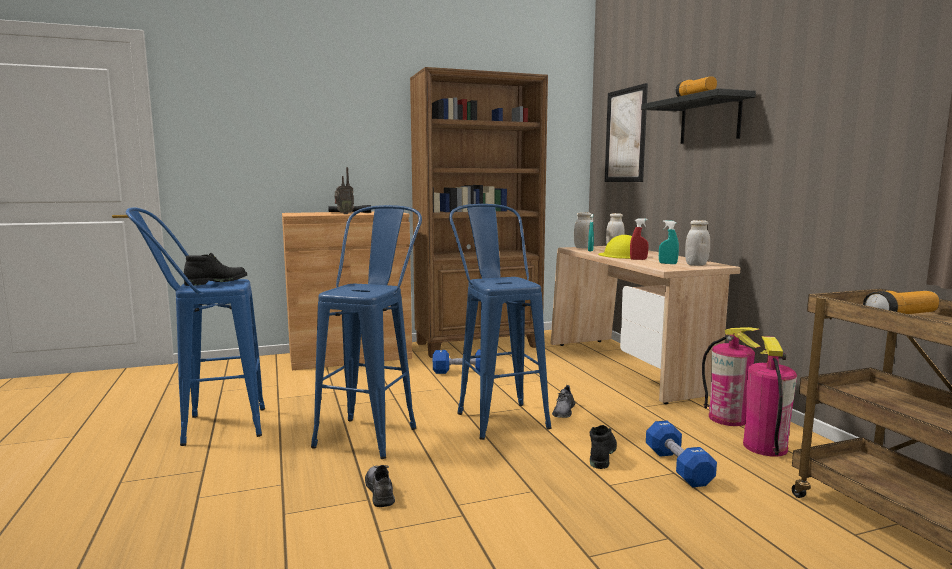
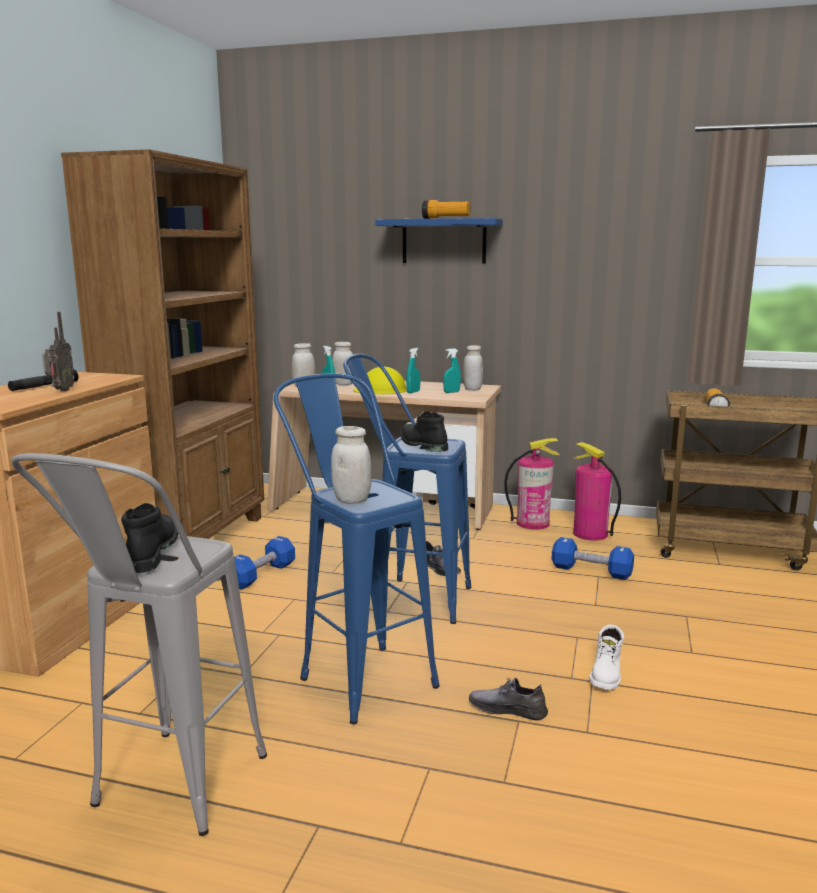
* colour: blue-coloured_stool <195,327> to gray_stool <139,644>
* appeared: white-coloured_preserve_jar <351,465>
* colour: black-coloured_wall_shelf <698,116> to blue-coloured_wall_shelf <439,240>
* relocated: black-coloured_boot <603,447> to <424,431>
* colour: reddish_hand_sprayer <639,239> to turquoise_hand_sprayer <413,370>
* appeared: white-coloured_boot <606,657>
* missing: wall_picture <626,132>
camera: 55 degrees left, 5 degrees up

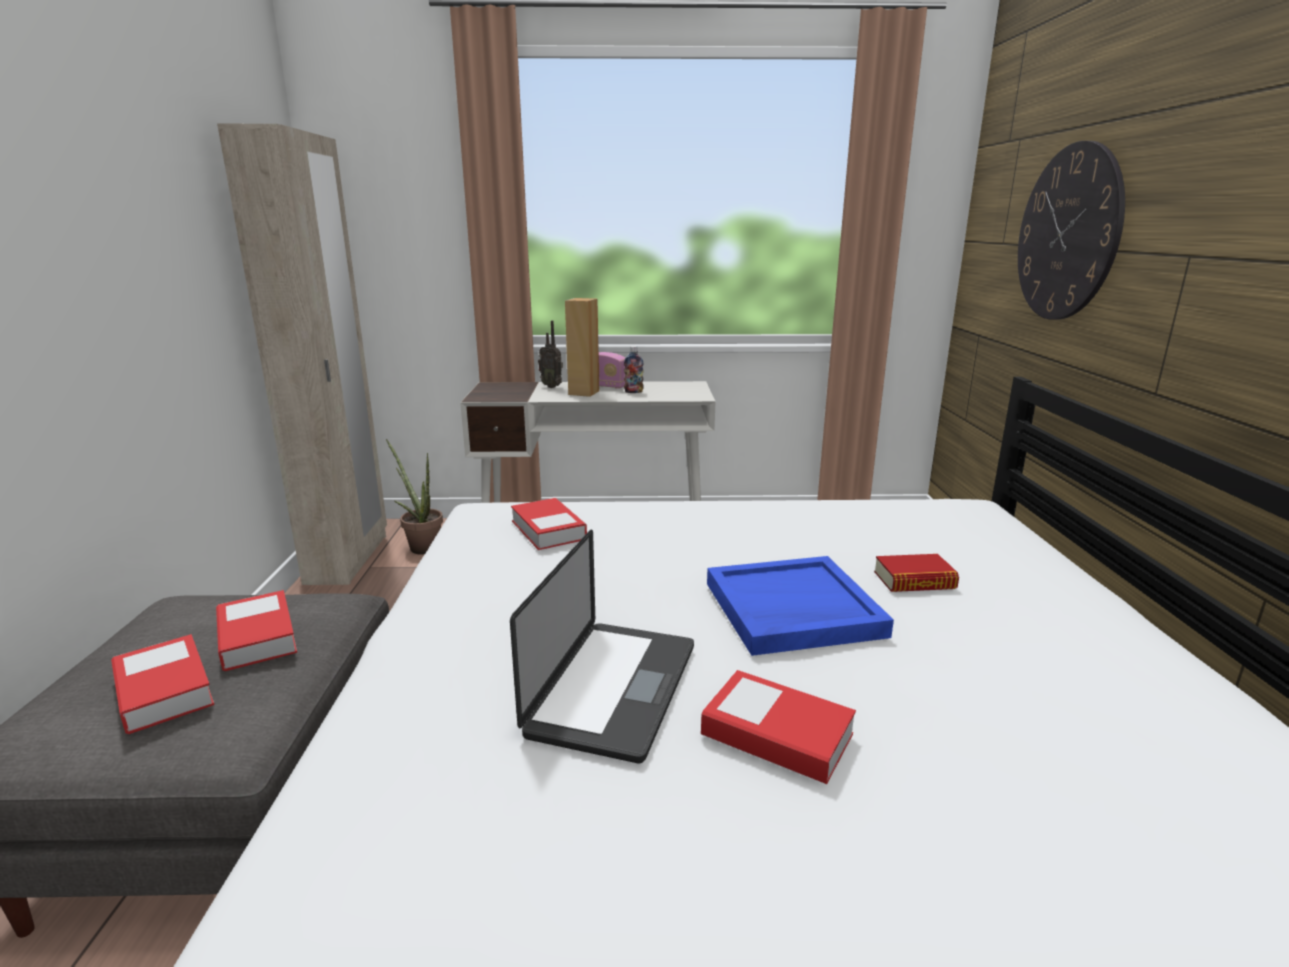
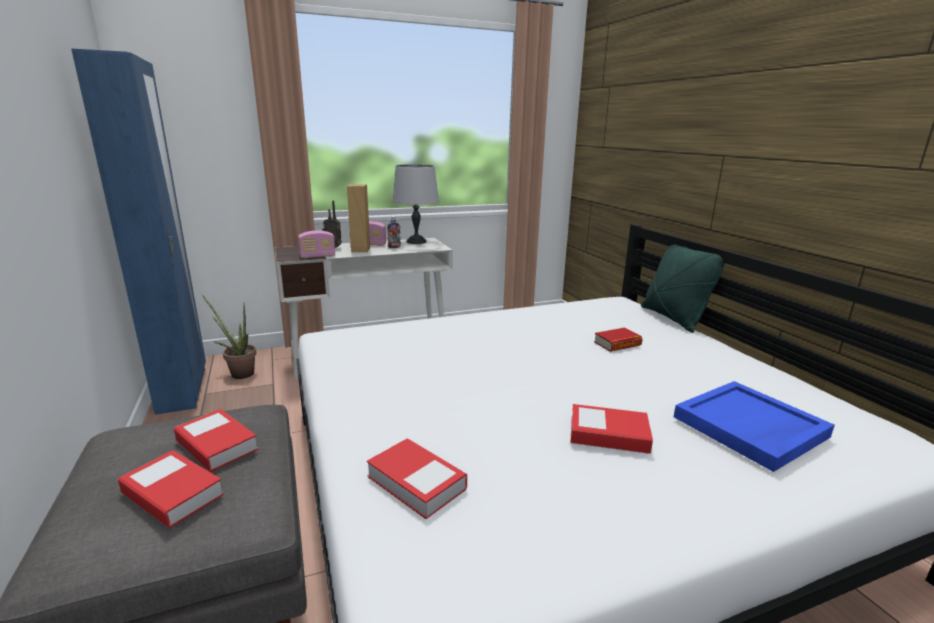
* colour: beige_armoire <302,354> to blue-coloured_armoire <138,232>
* appeared: radio_receiver <316,244>
* relocated: bound_book <549,524> to <417,478>
* appeared: gray_lamp_for_a_table <415,204>
* appeared: greenish_cushion <683,289>
* relocated: blue-coloured_tray <800,606> to <754,426>
* missing: portable_computer <602,646>
* missing: hanging_clock <1071,230>
camera: 20 degrees left, 0 degrees up

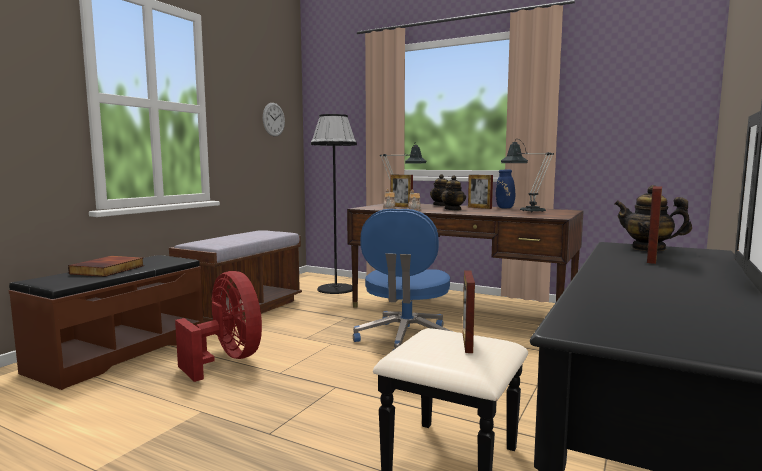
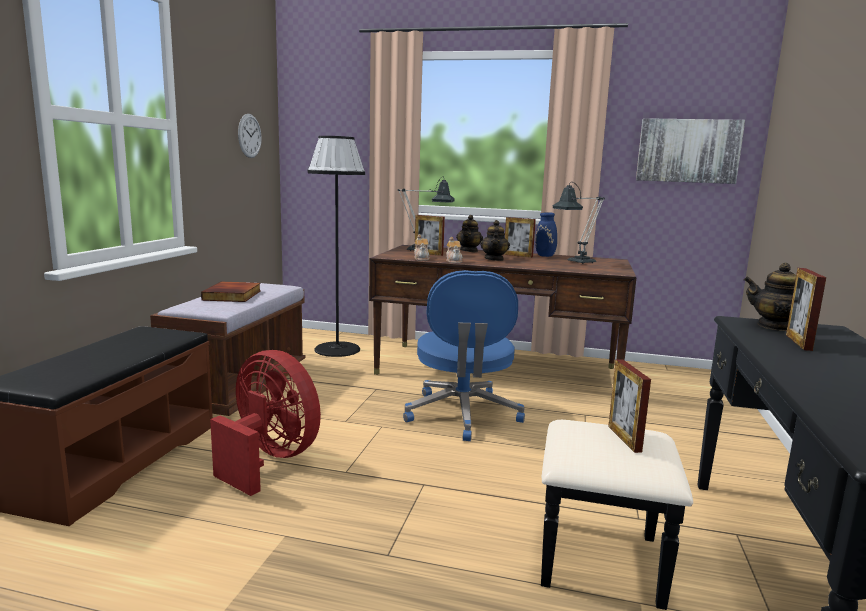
* relocated: bound_book <106,266> to <231,292>
* appeared: wall_picture <690,151>
camera: 15 degrees left, 5 degrees up

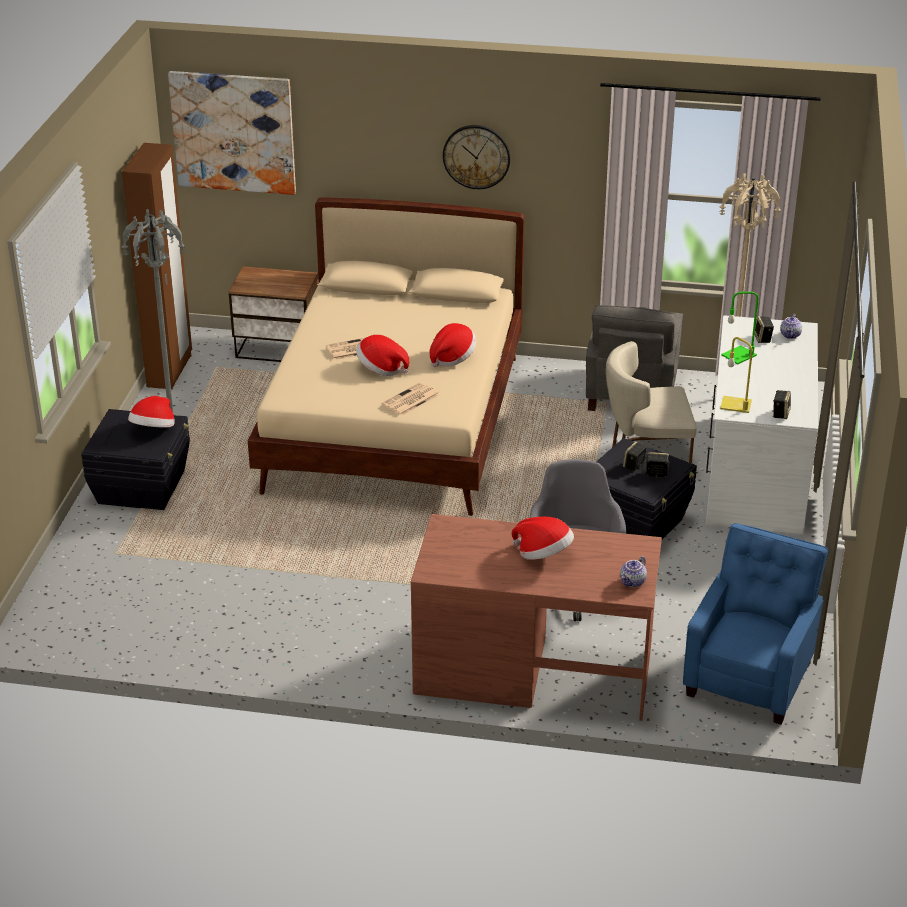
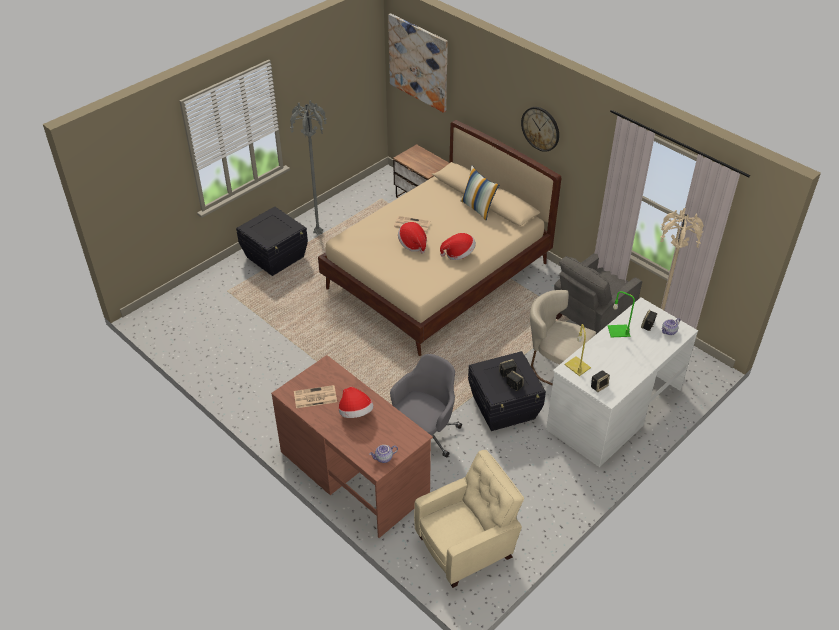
* relocated: printed_paper <411,399> to <315,396>
* colour: blue-coloured_armchair <756,624> to beige_armchair <469,519>
* appeared: cushion <479,193>
* missing: brown_armoire <157,266>
* missing: wearable_hat <151,411>
camera: 35 degrees right, 10 degrees up

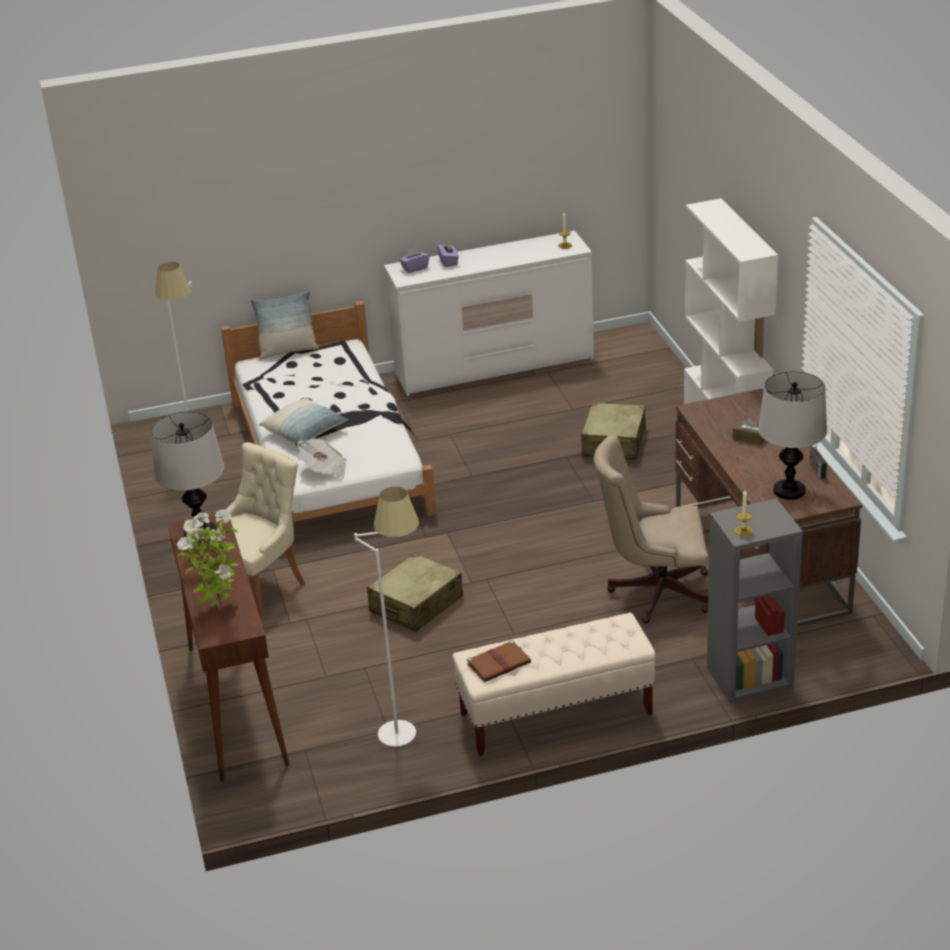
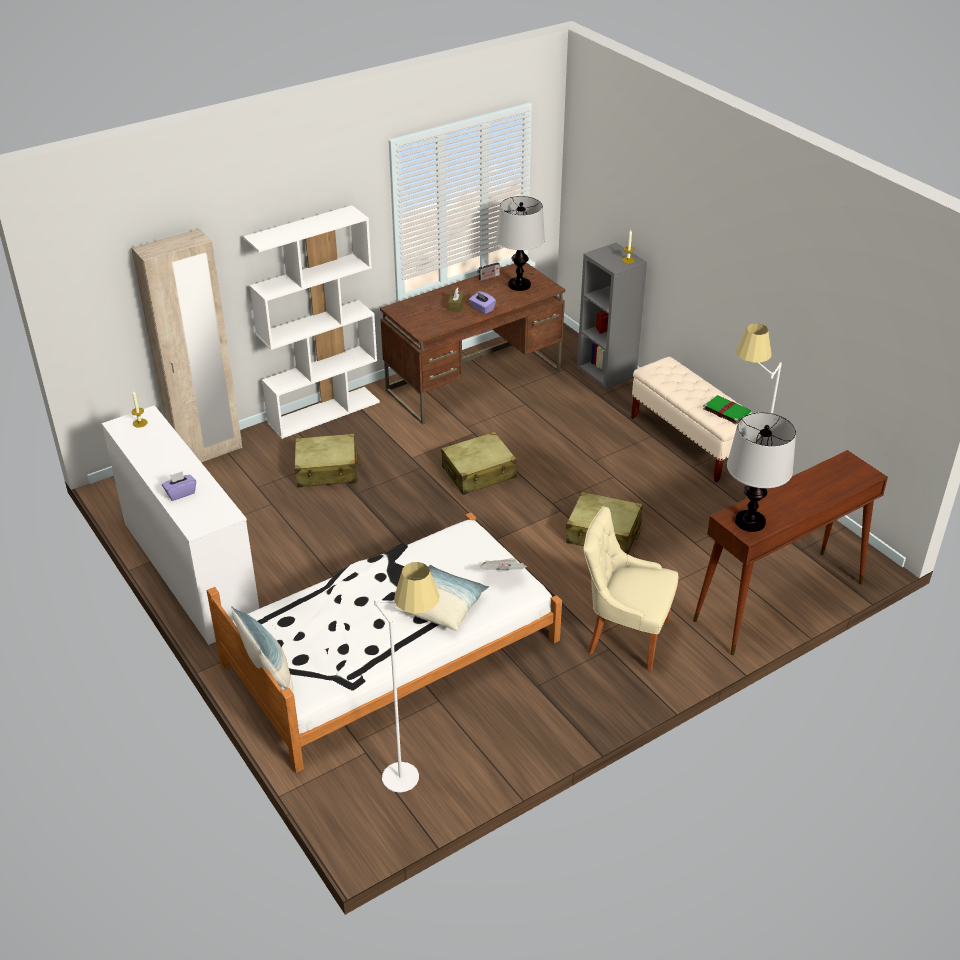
* appeared: beige_armoire <187,345>
* appeared: beige_suitcase <479,463>
* relocated: purplish_tissue_box <414,260> to <482,302>
* colour: brown_bound_book <499,661> to greenish_bound_book <727,409>
* missing: houseplant <207,559>
* missing: beige_computer_chair <651,529>
camera: 110 degrees left, 5 degrees up

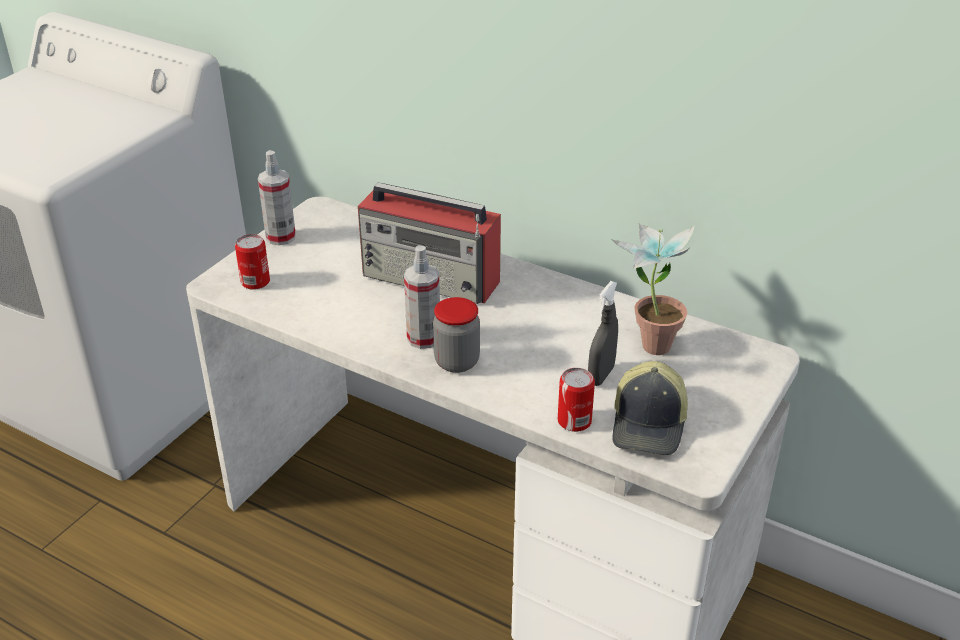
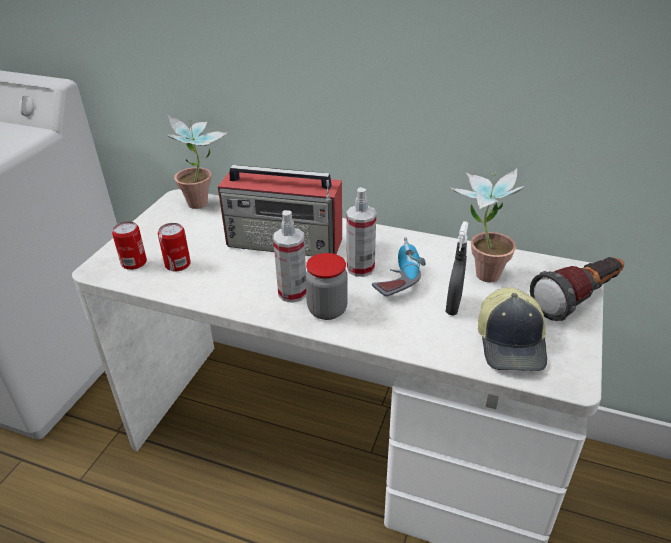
* relocated: metal_can <576,400> to <174,247>
* appeared: houseplant <196,162>
* relocated: hand_sprayer <277,197> to <361,232>
* appeared: electric_drill <399,267>
* appeared: flashlight <577,289>
camera: 10 degrees left, 0 degrees up

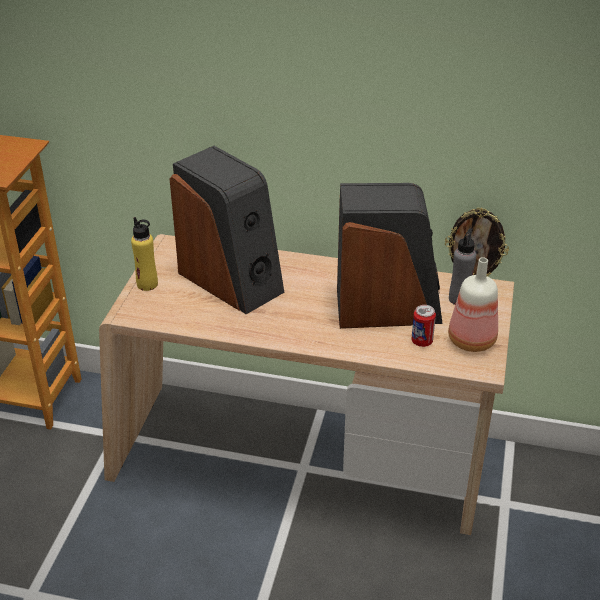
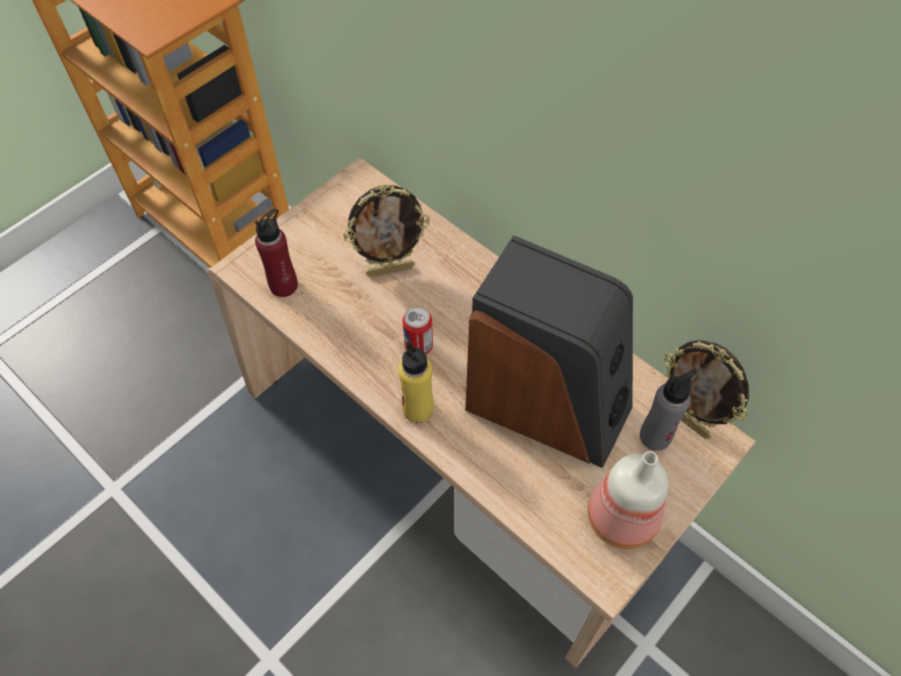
* appeared: reddish_beverage_bottle <276,252>
* exchanged: loudspeaker <227,230> to picture_frame <386,231>
* relocated: yellow_beverage_bottle <144,254> to <416,382>
* relocated: metal_can <423,326> to <417,330>
camera: 30 degrees right, 20 degrees up

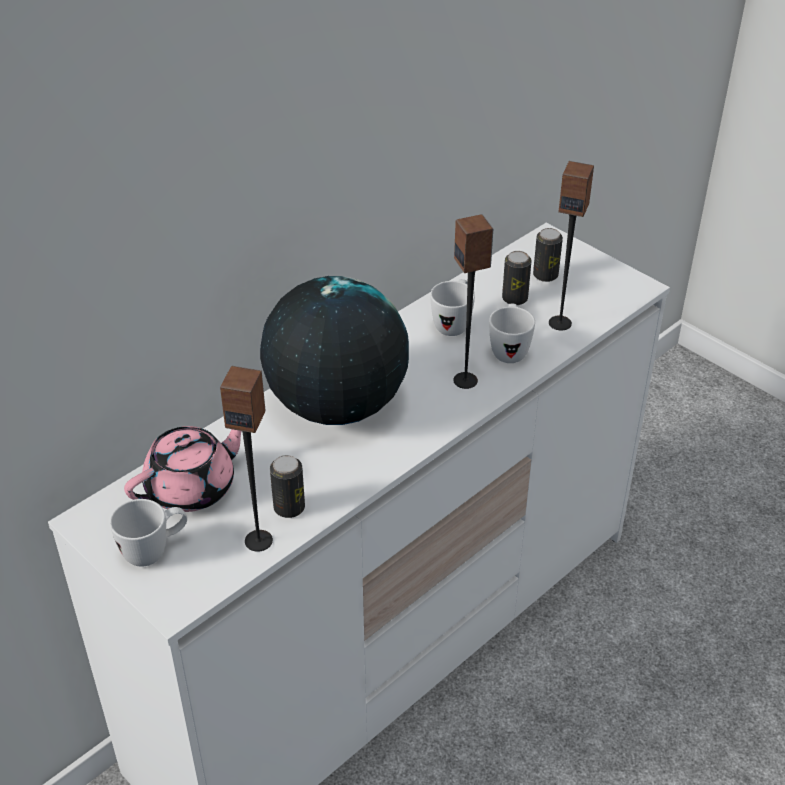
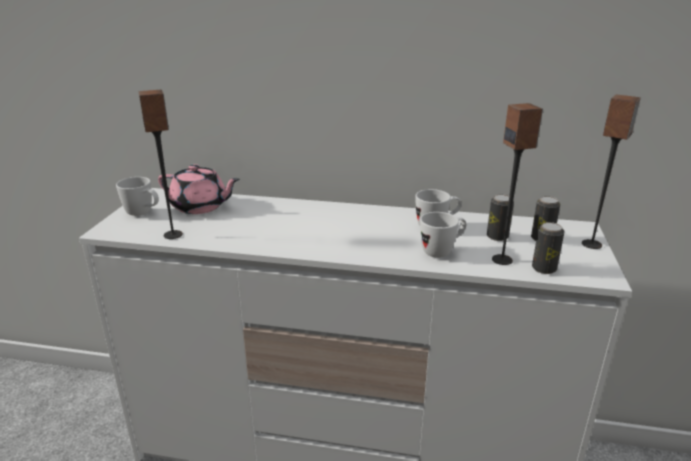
* relocated: metal_can <287,486> to <548,248>
* relocated: loudspeaker <473,301> to <611,171>
* missing: globe <334,350>
camera: 55 degrees right, 15 degrees down

